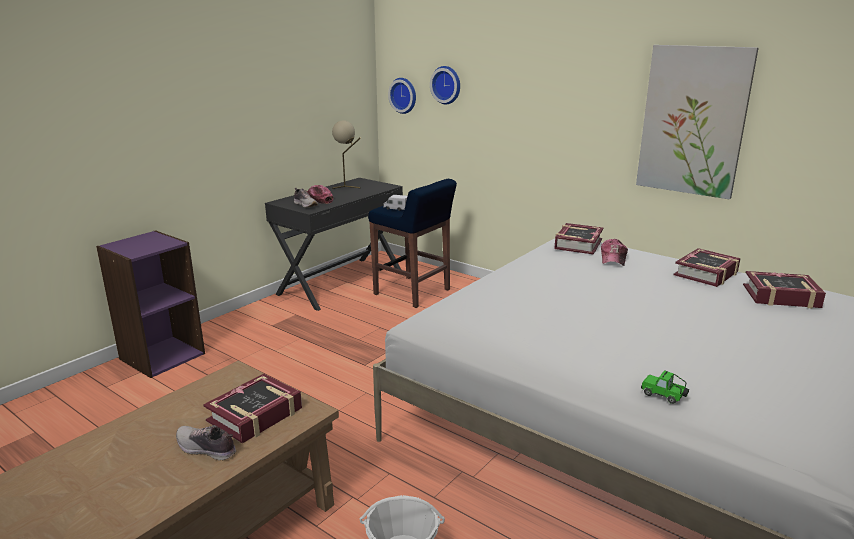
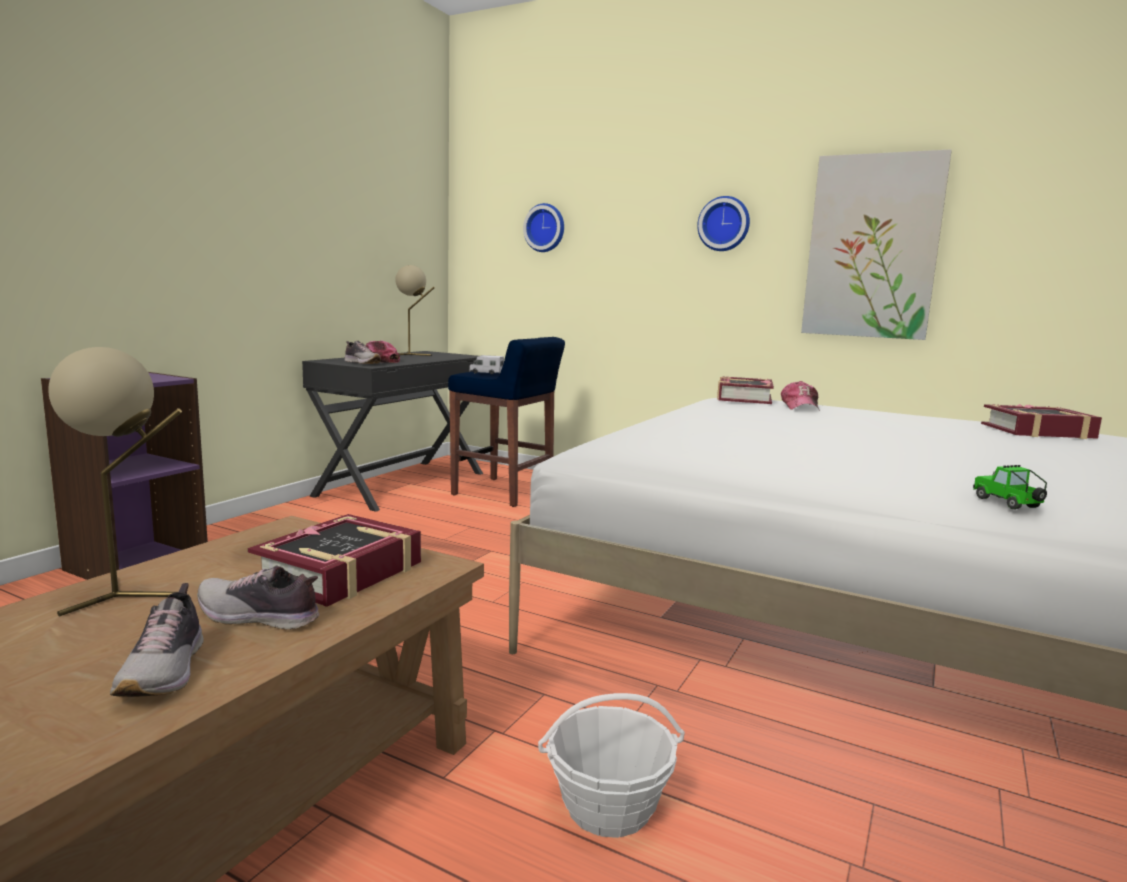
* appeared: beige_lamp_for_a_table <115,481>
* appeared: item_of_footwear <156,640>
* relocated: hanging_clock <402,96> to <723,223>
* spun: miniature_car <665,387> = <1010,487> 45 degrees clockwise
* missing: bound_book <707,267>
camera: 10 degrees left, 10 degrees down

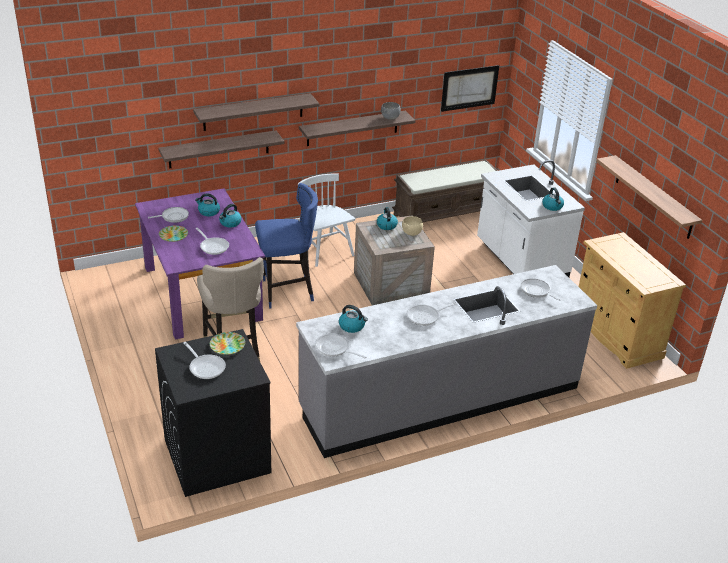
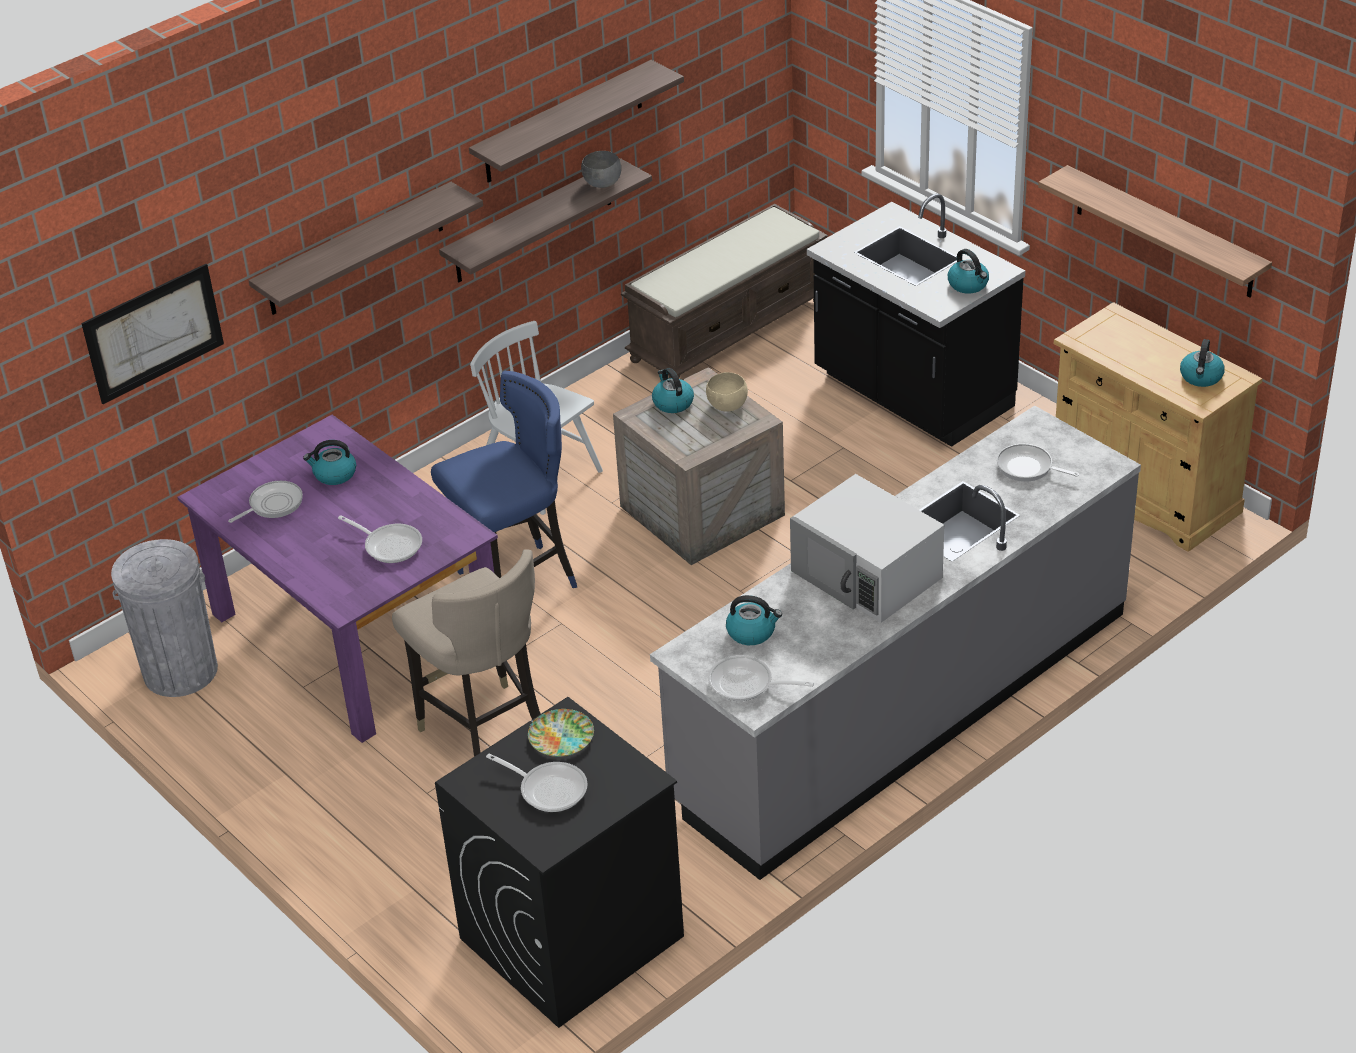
* relocated: wall_picture <470,88> to <152,334>
* appeared: gray_rubbish_bin <164,618>
* relocated: wall_shelf <221,149> to <576,121>
* exchanged: skillet <432,314> to white-coloured_kitchen_microwave <867,548>
* colour: white-coloured_counter <531,218> to black-coloured_counter <916,320>
* relocated: tea_kettle <230,216> to <1202,363>
* missing: flat_dish <173,234>
camera: 15 degrees left, 5 degrees up

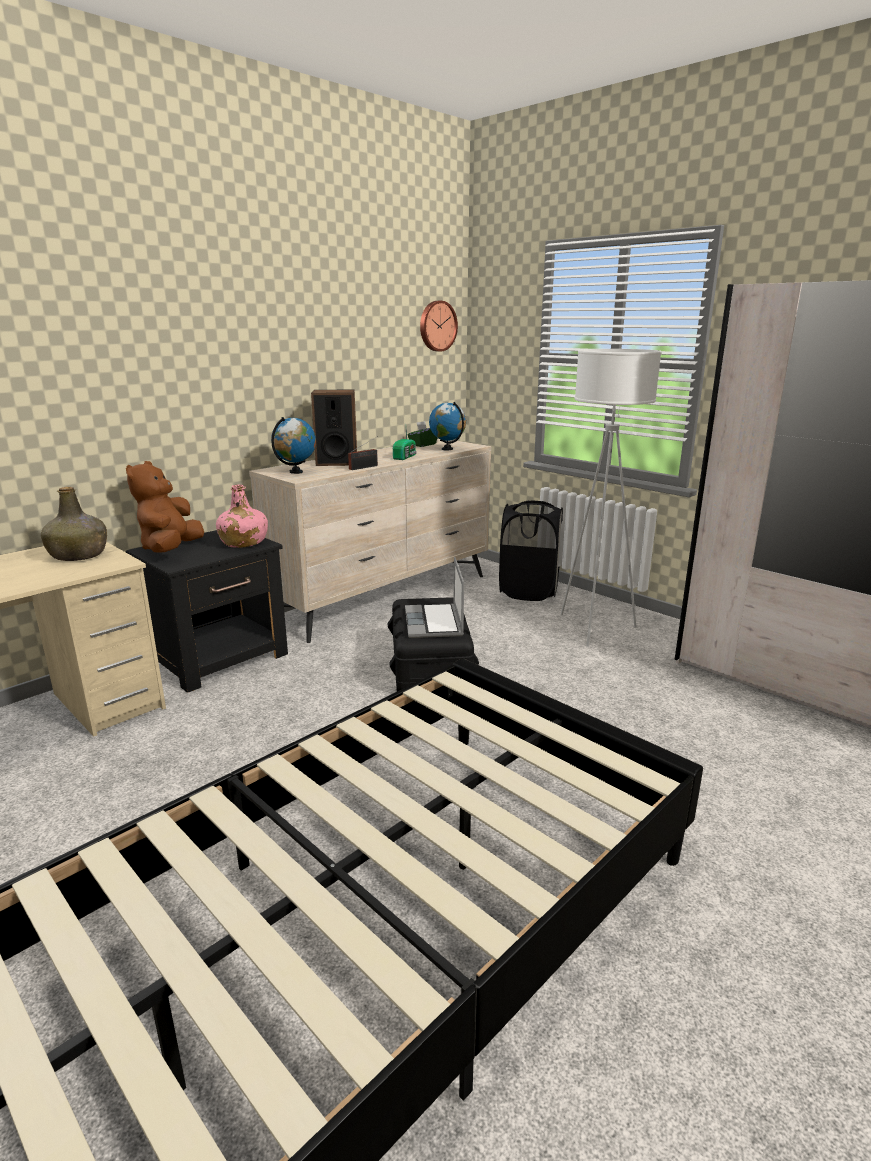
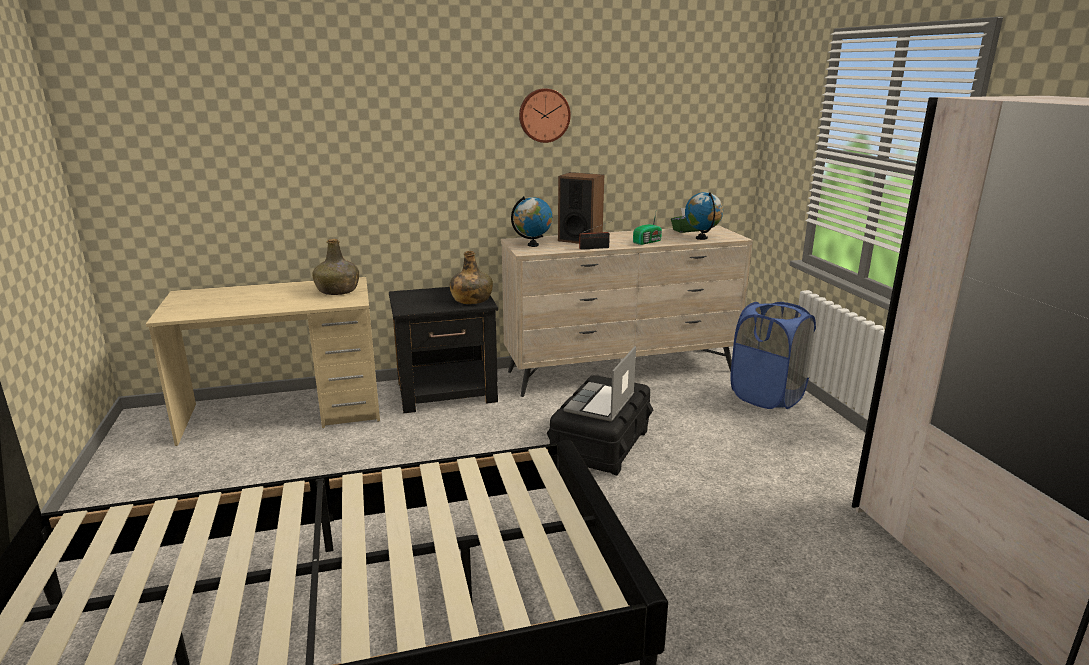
* colour: pinkish_beverage_bottle <242,516> to greenish_beverage_bottle <471,277>
* relocated: hanging_clock <439,326> to <545,115>
* colour: black-coloured_hamper <531,551> to blue-coloured_hamper <773,355>
* missing: brown_plush_toy <165,506>
* missing: white-coloured_standing_lamp <611,498>
camera: 30 degrees right, 0 degrees up

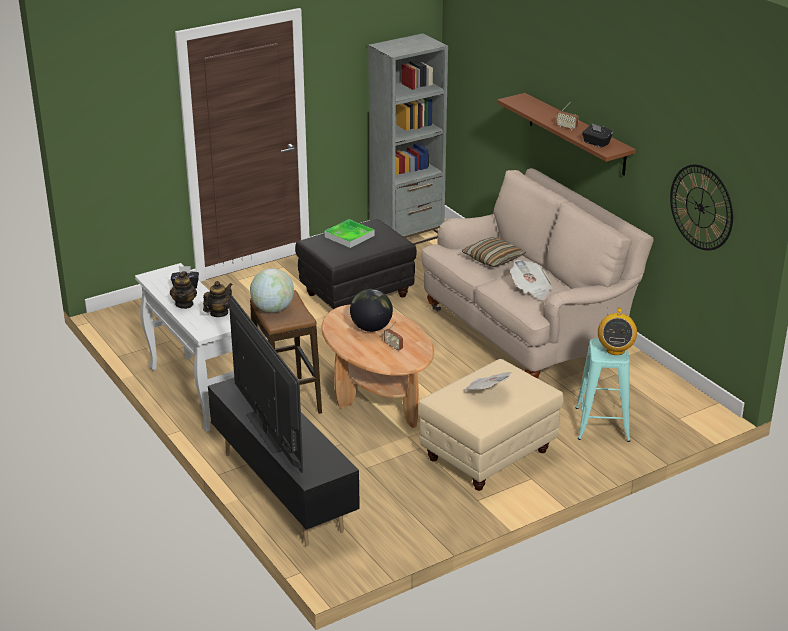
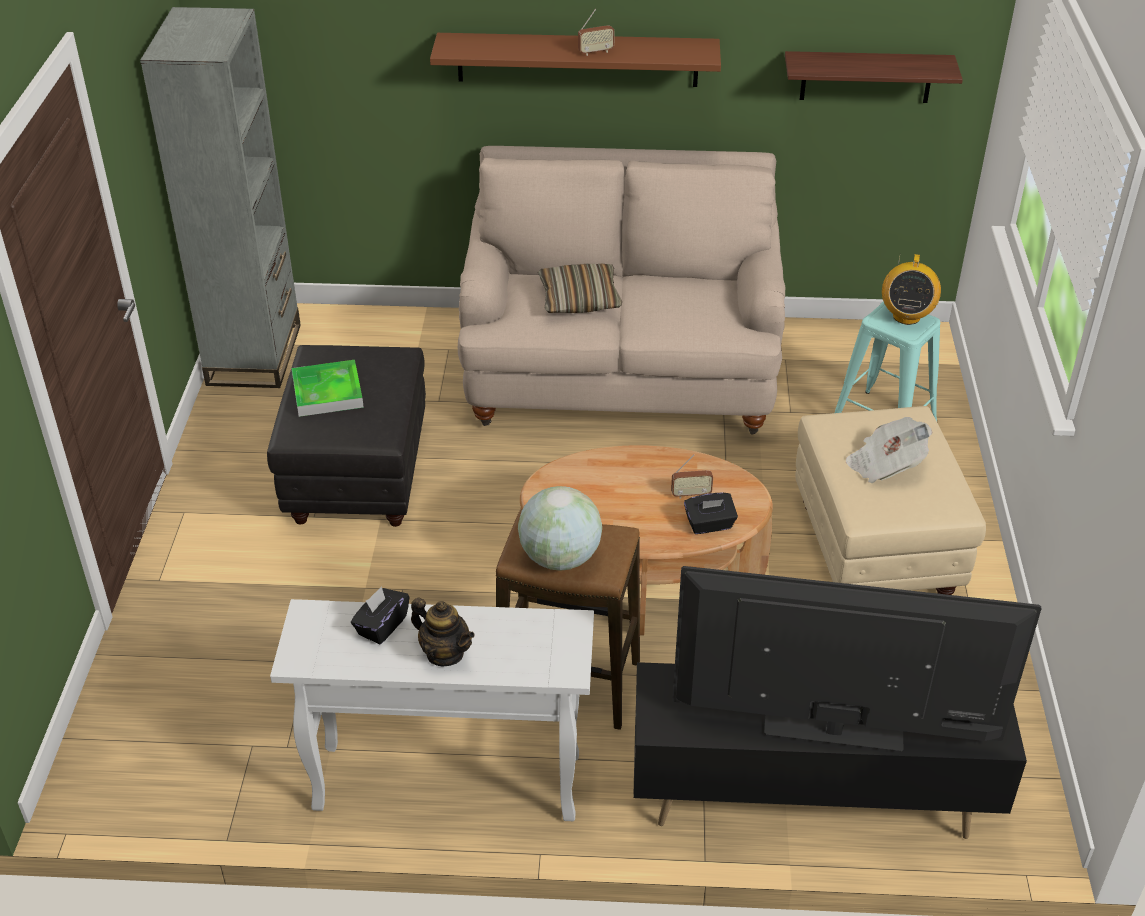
* relocated: black-coloured_tissue_box <597,135> to <711,513>
* exchanged: hanging_clock <701,207> to wall_shelf <874,77>
* spun: radio_receiver <617,331> = <911,289> 60 degrees clockwise
* missing: teapot <218,299>
* missing: globe <371,310>
* missing: printed_paper <531,280>
camera: 55 degrees left, 10 degrees up

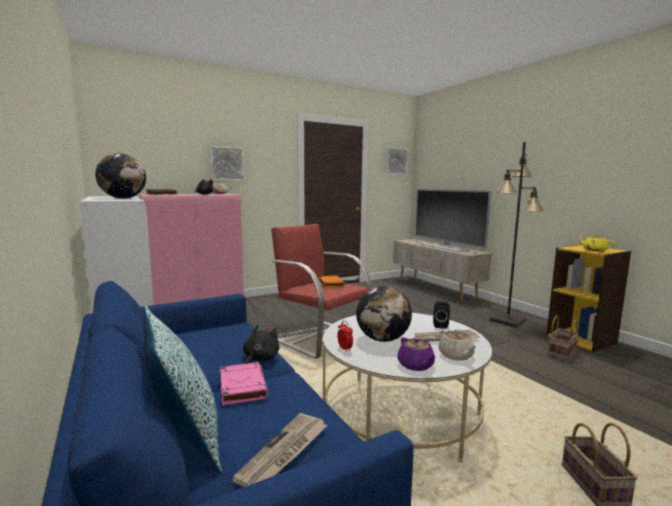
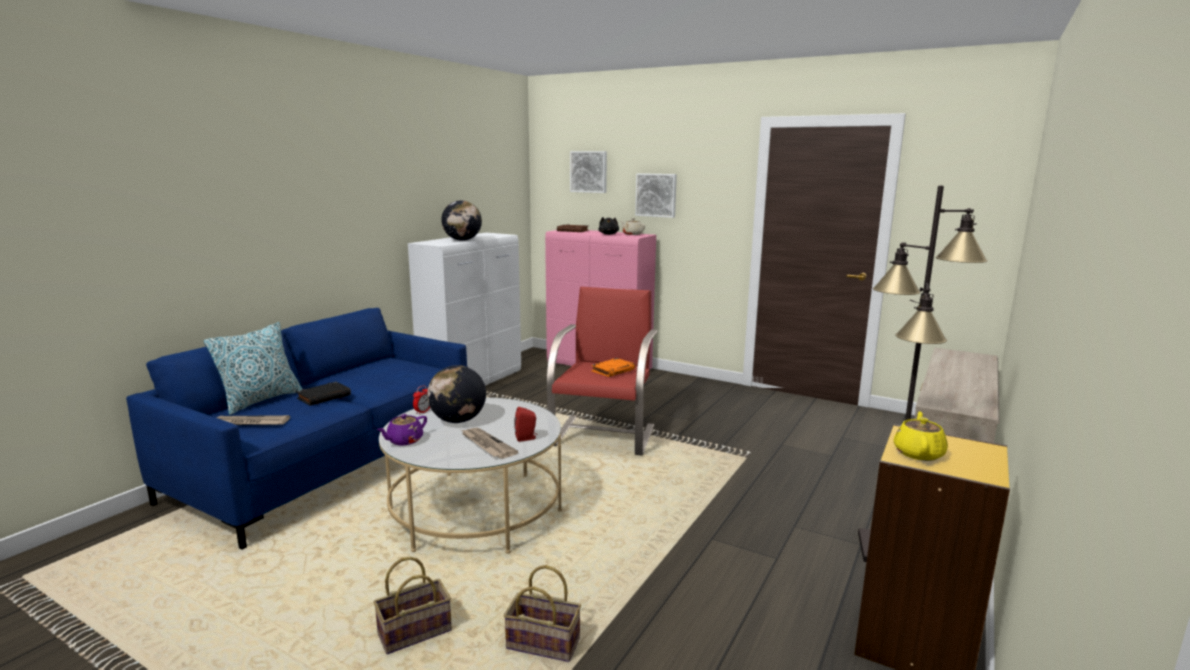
* colour: pinkish_bound_book <244,384> to black-coloured_bound_book <323,394>
* relocated: household_basket <563,338> to <542,613>
* colour: black-coloured_loudspeaker <441,315> to reddish_loudspeaker <525,424>
* relocated: wall_picture <396,161> to <588,172>
* missing: black-coloured_plush_toy <261,344>
* missing: TV <453,220>
* missing: beige_teapot <458,345>
camera: 60 degrees right, 5 degrees up

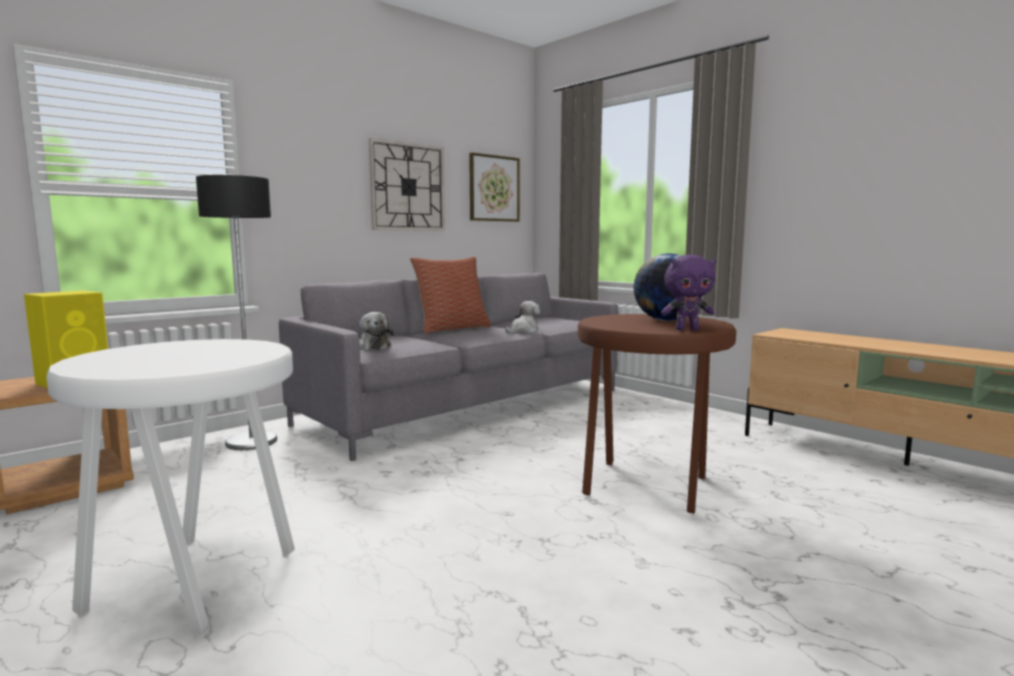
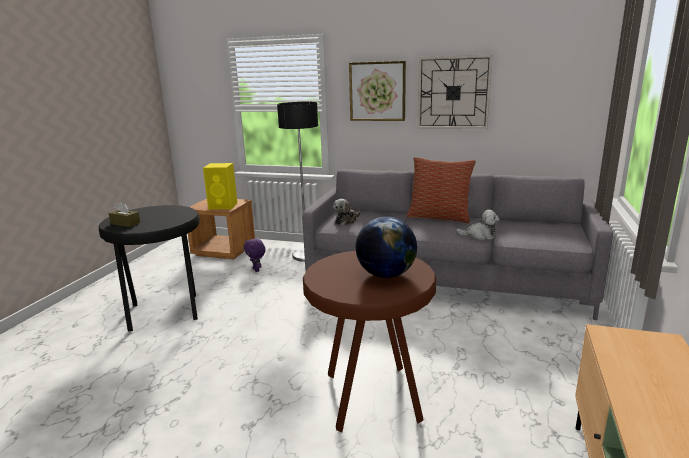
* colour: white-coloured_stool <170,487> to black-coloured_stool <149,268>
* appeared: brown_tissue_box <124,214>
* relocated: purplish_plush_toy <688,292> to <254,255>
* relocated: wall_picture <494,187> to <377,91>
camera: 60 degrees right, 10 degrees up

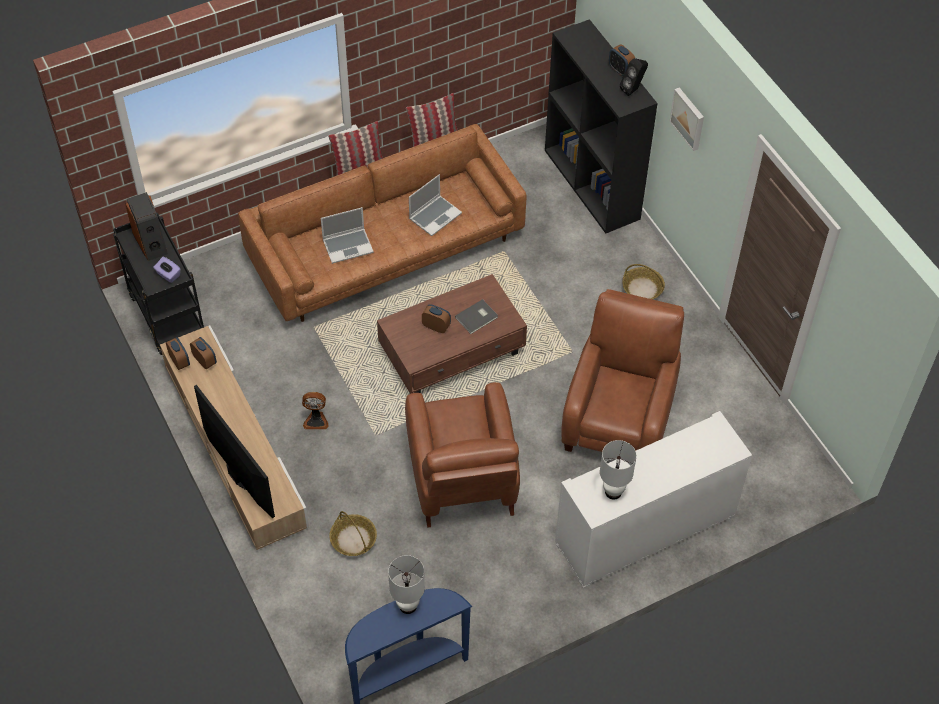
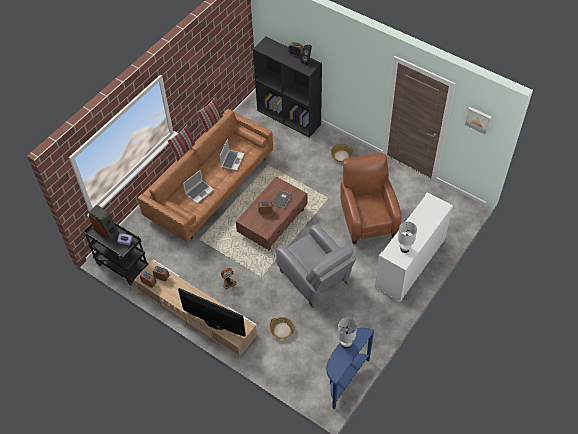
* colour: brown_armchair <462,454> to gray_armchair <316,266>
* relocated: wall_picture <686,119> to <478,121>
camera: 25 degrees left, 0 degrees up

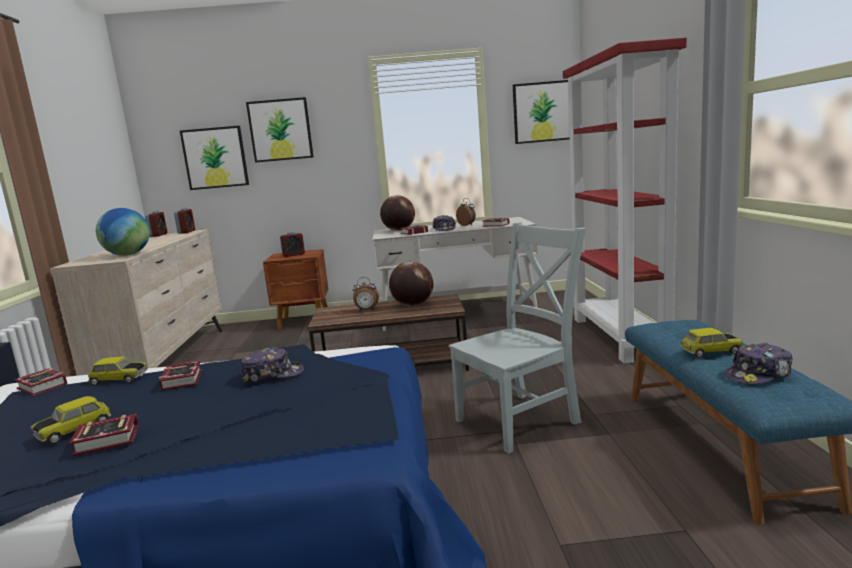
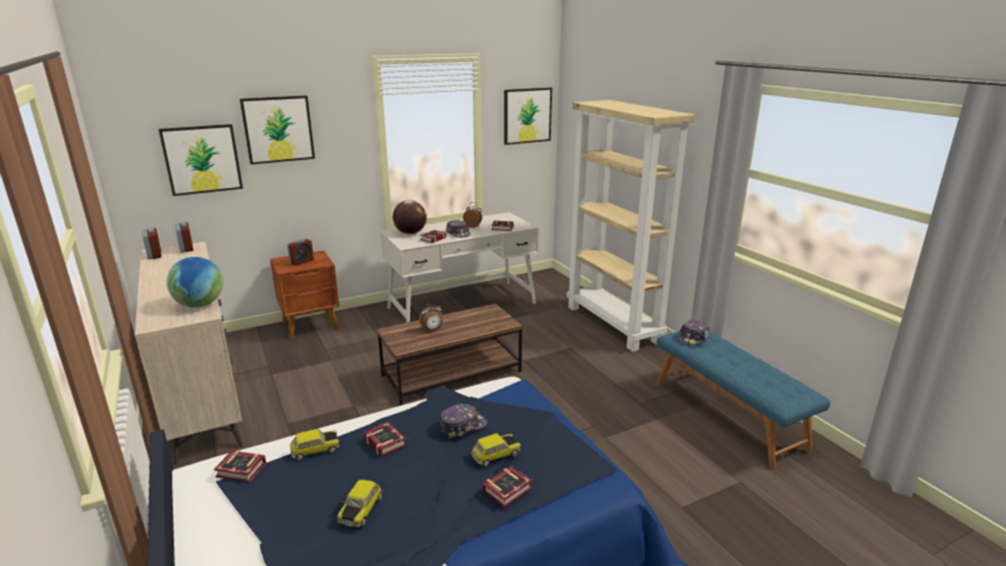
* relocated: miniature_car <711,343> to <496,450>
* relocated: bound_book <104,435> to <508,487>
* colour: reddish_shelving_unit <625,200> to beige_shelving_unit <631,226>
* relocated: peaked_cap <758,364> to <694,332>
* missing: globe <411,283>
* missing: gray_chair <517,338>
camera: 25 degrees left, 10 degrees up

